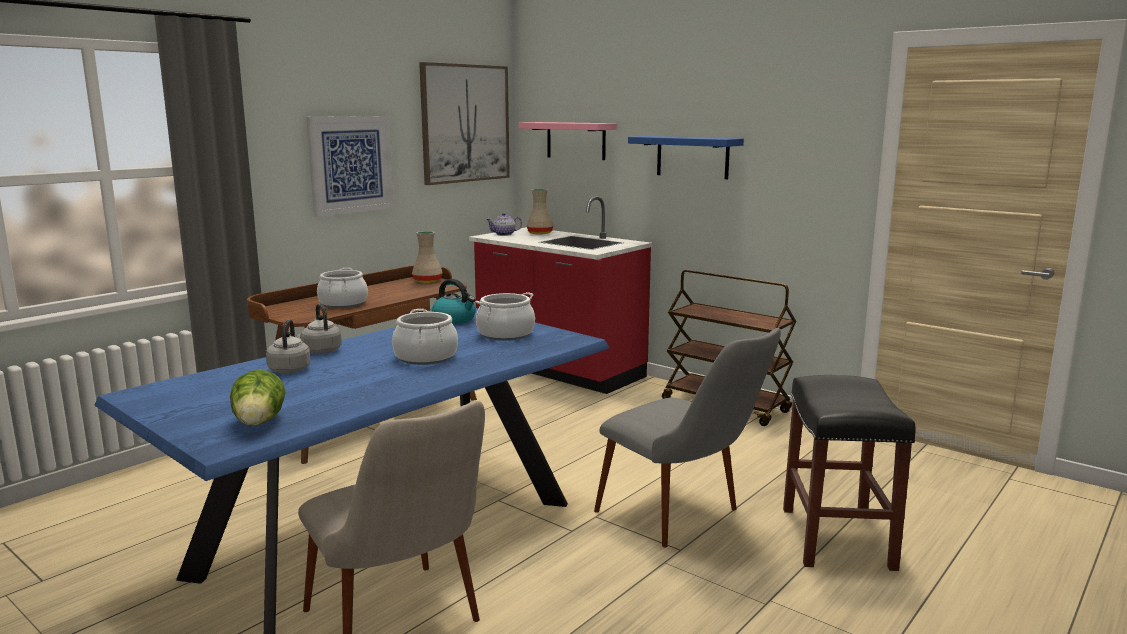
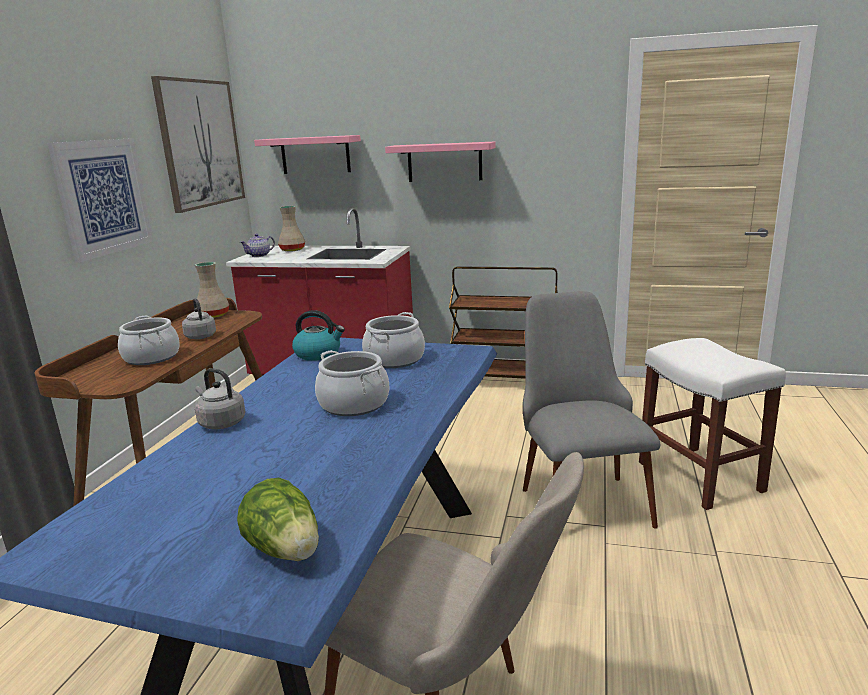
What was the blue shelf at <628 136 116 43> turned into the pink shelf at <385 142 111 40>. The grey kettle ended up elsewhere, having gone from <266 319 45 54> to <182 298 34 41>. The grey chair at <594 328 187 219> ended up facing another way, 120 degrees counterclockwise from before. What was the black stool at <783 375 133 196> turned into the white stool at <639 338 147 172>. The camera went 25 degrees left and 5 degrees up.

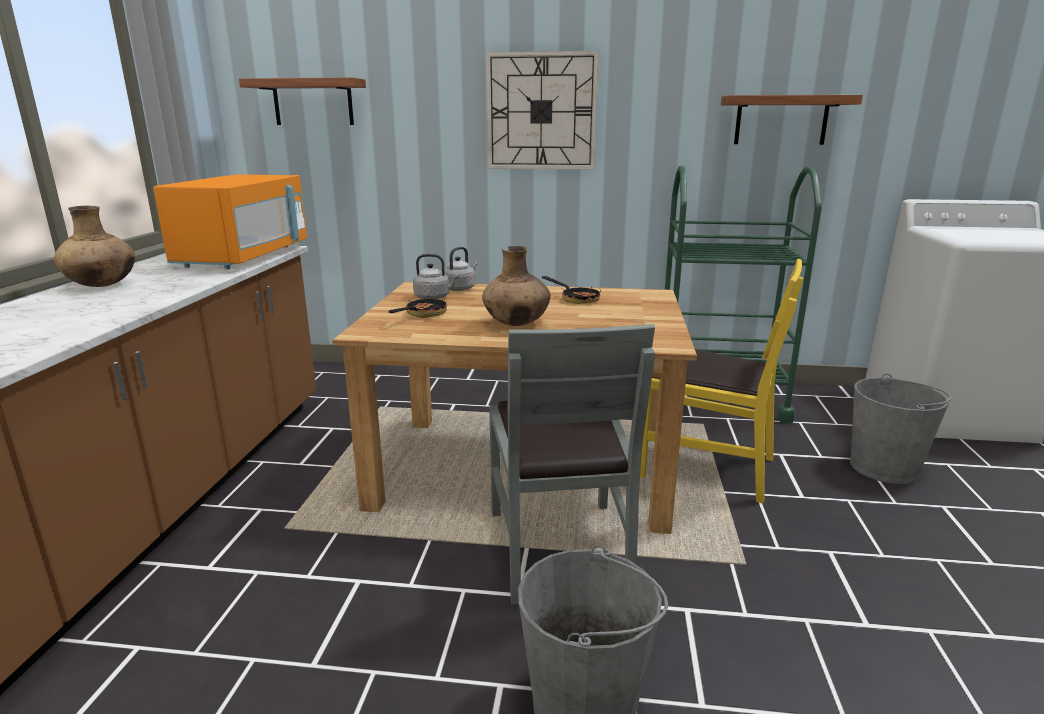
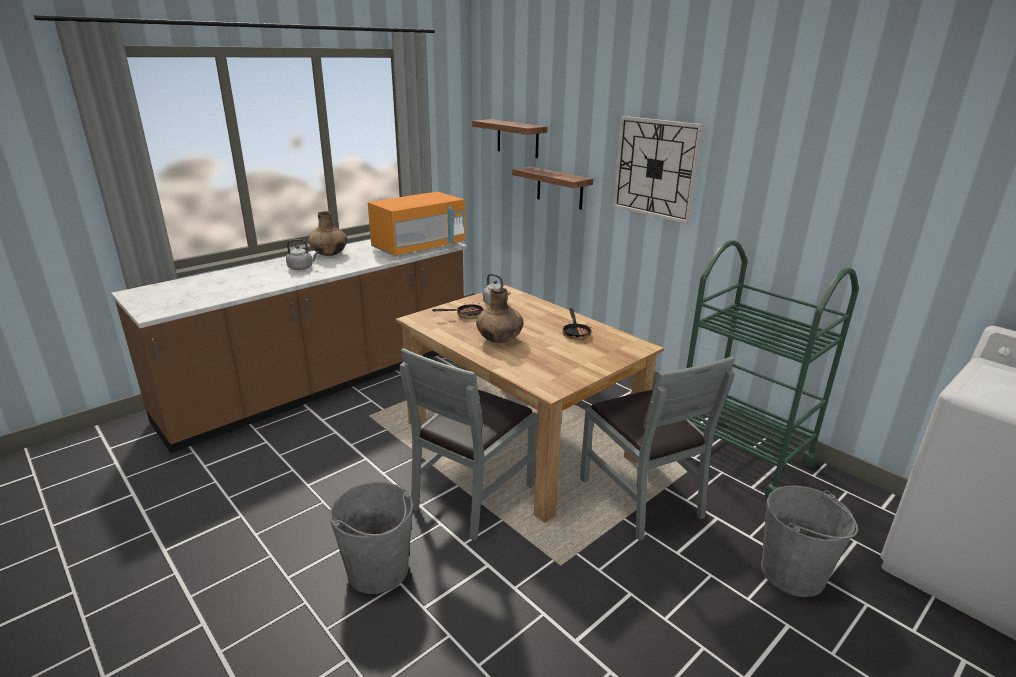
The shelf ended up elsewhere, having gone from <721 95 142 50> to <512 166 81 44>. The grey kettle ended up elsewhere, having gone from <445 247 33 44> to <286 239 32 31>. What was the yellow chair at <640 259 163 244> turned into the grey chair at <580 356 155 185>. The camera went 40 degrees right and 5 degrees up.

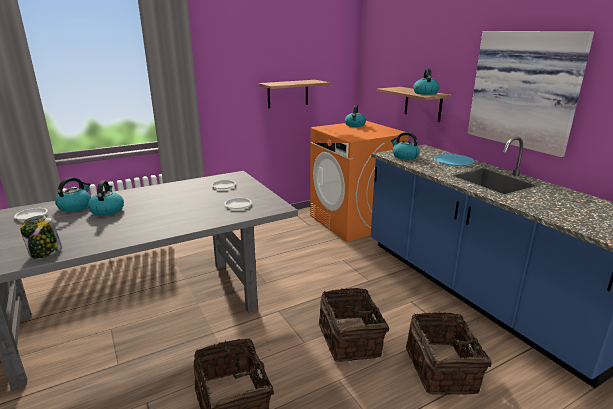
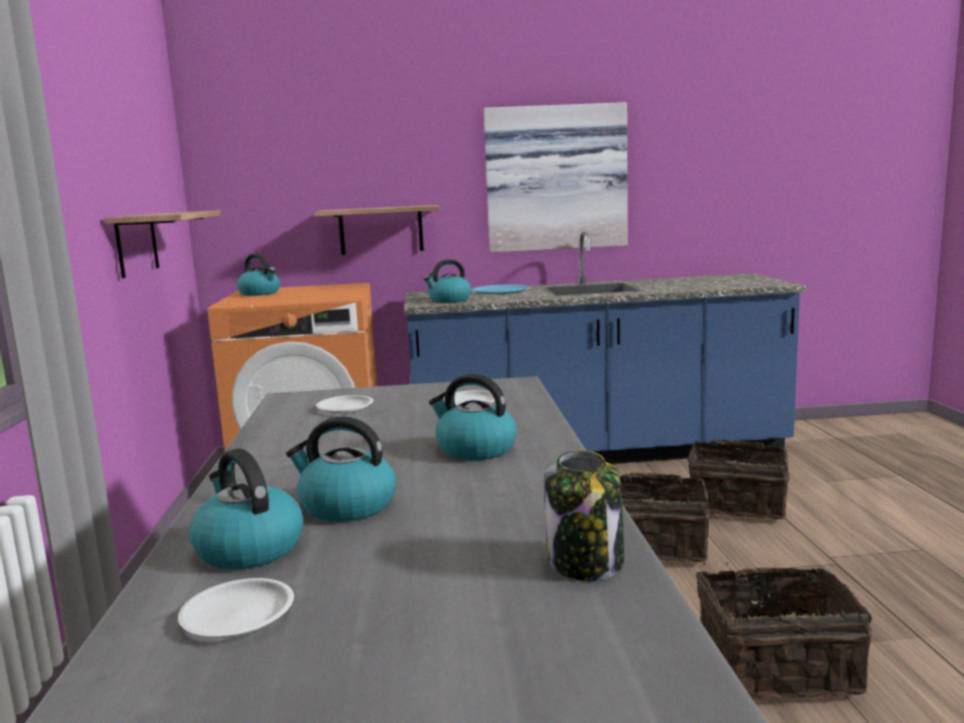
The kettle ended up elsewhere, having gone from <413 68 27 27> to <429 374 88 86>. The camera went 65 degrees left and 10 degrees down.

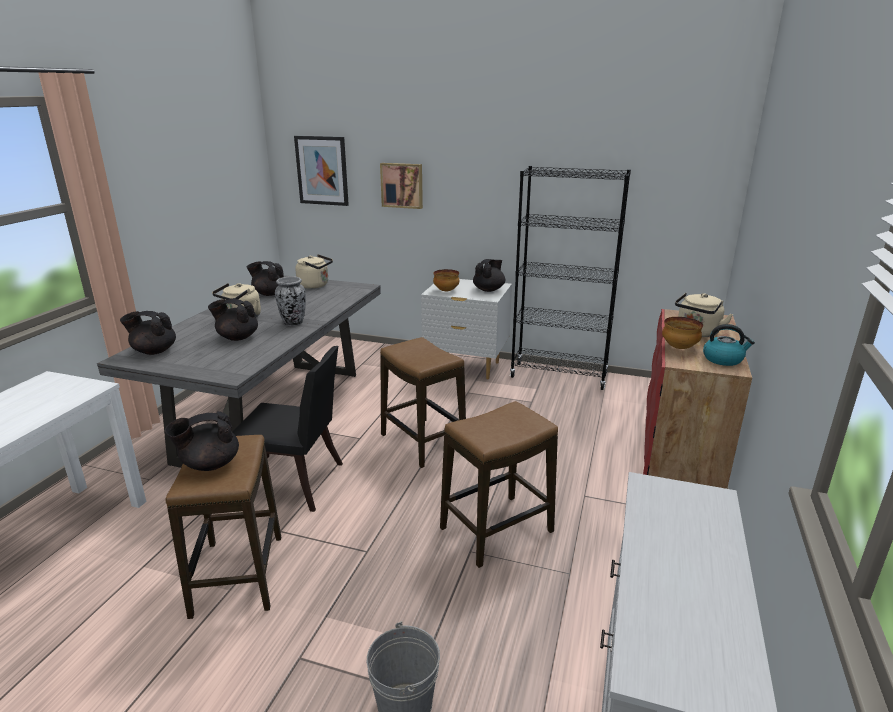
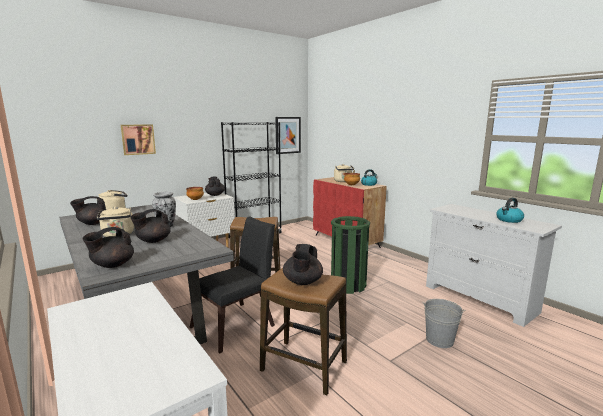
The picture ended up elsewhere, having gone from <294 136 55 70> to <275 117 26 37>. Where the stool stood at <440 401 118 167>, the green trash can came to stand at <331 216 39 78>. The second view gained the kettle at <496 198 28 25>. The camera went 55 degrees left and 10 degrees down.

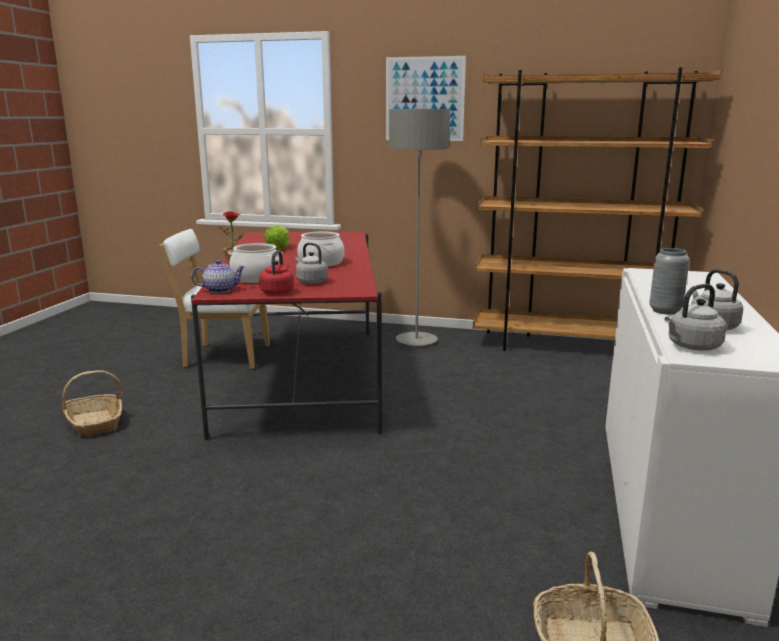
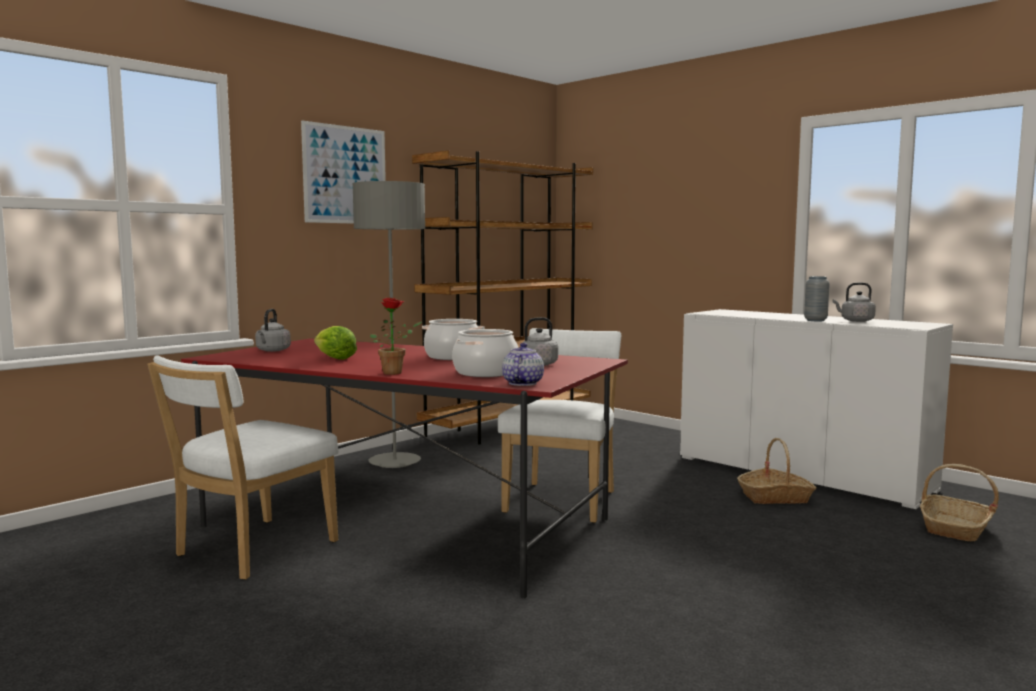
The second view lost the red kettle at <259 250 35 45>. The grey kettle ended up elsewhere, having gone from <665 284 62 66> to <255 309 36 43>. The basket ended up elsewhere, having gone from <62 371 60 66> to <737 438 80 66>. The second view gained the white chair at <498 328 123 195>. The camera went 60 degrees left and 10 degrees down.

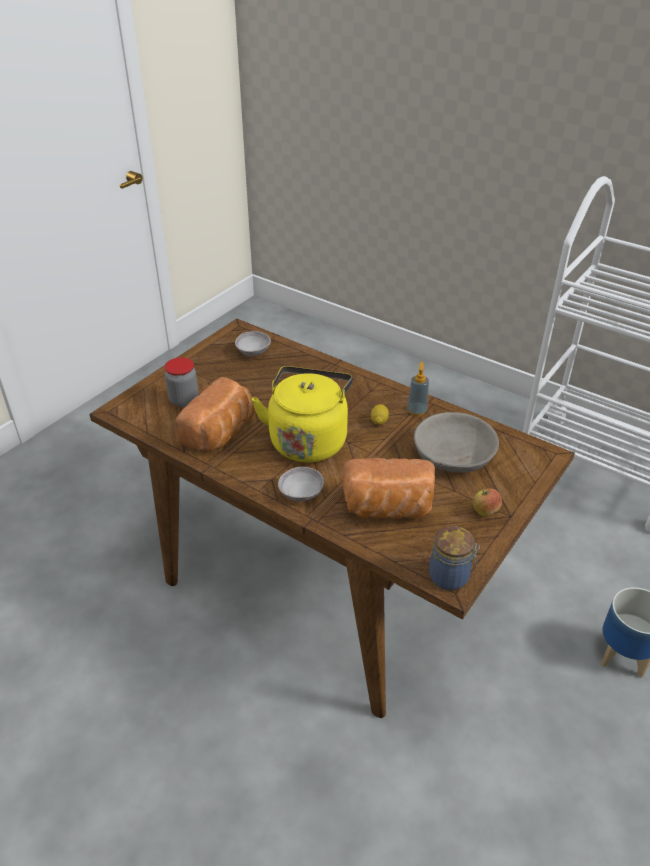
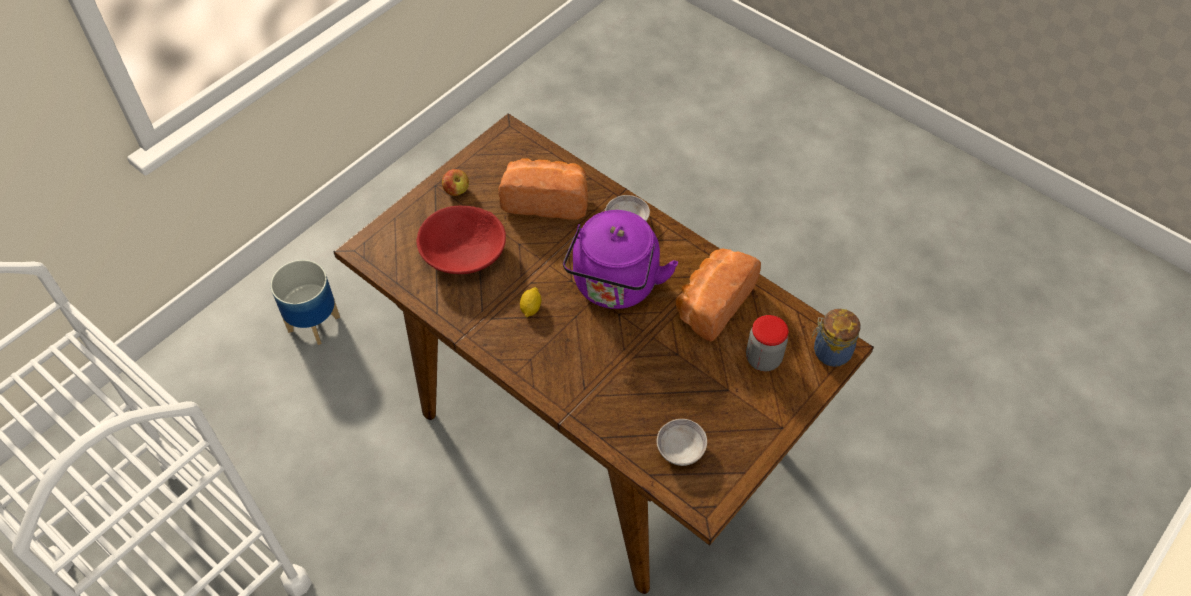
The second view lost the soap dispenser at <407 362 22 54>. What was the yellow kettle at <252 366 101 97> turned into the purple kettle at <563 210 115 99>. What was the grey bowl at <414 412 85 61> turned into the red bowl at <417 206 89 68>. The jar ended up elsewhere, having gone from <429 526 51 65> to <812 309 49 58>. The camera went 175 degrees left and 15 degrees up.

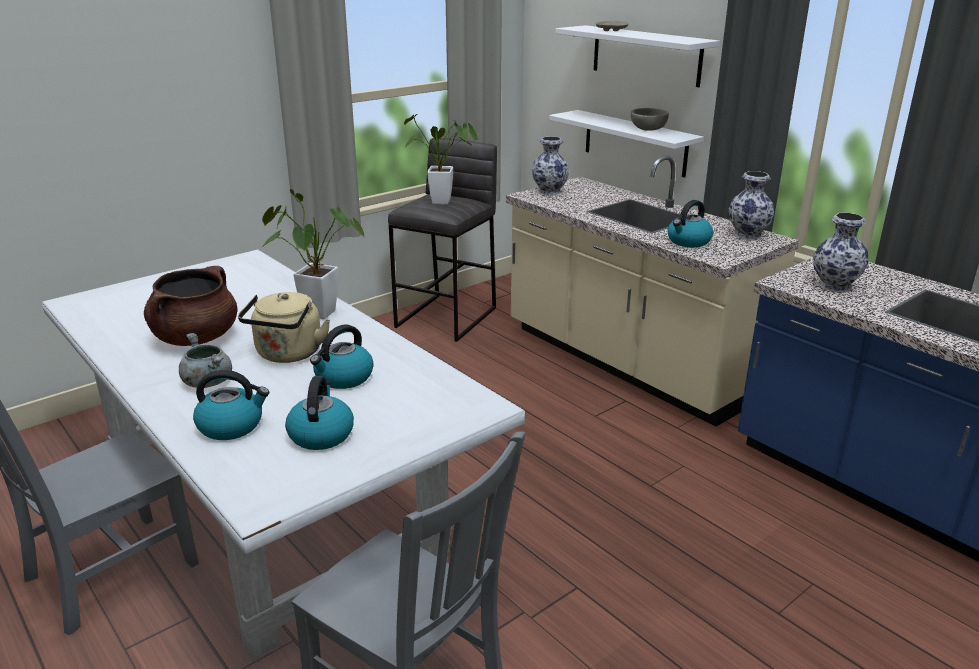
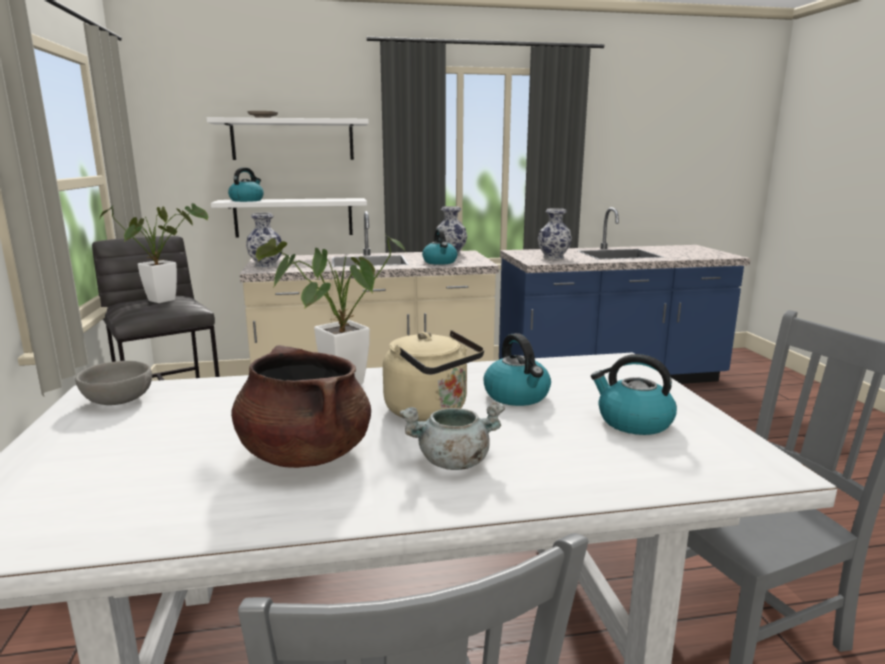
The grey bowl ended up elsewhere, having gone from <631 108 38 23> to <75 361 77 44>. The kettle ended up elsewhere, having gone from <193 370 76 70> to <228 167 36 35>. The camera went 60 degrees left and 10 degrees down.

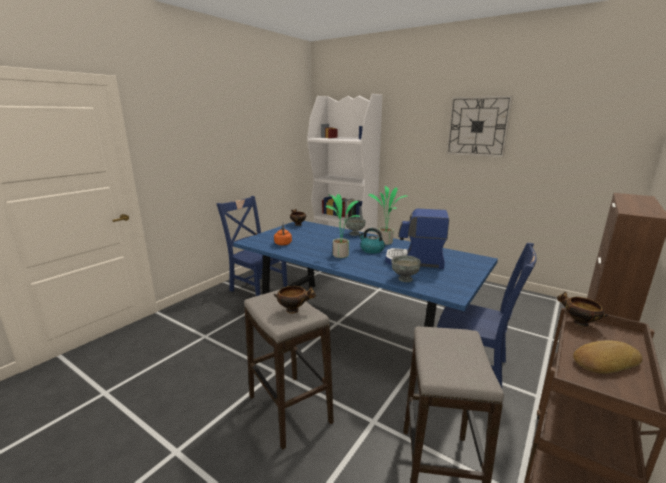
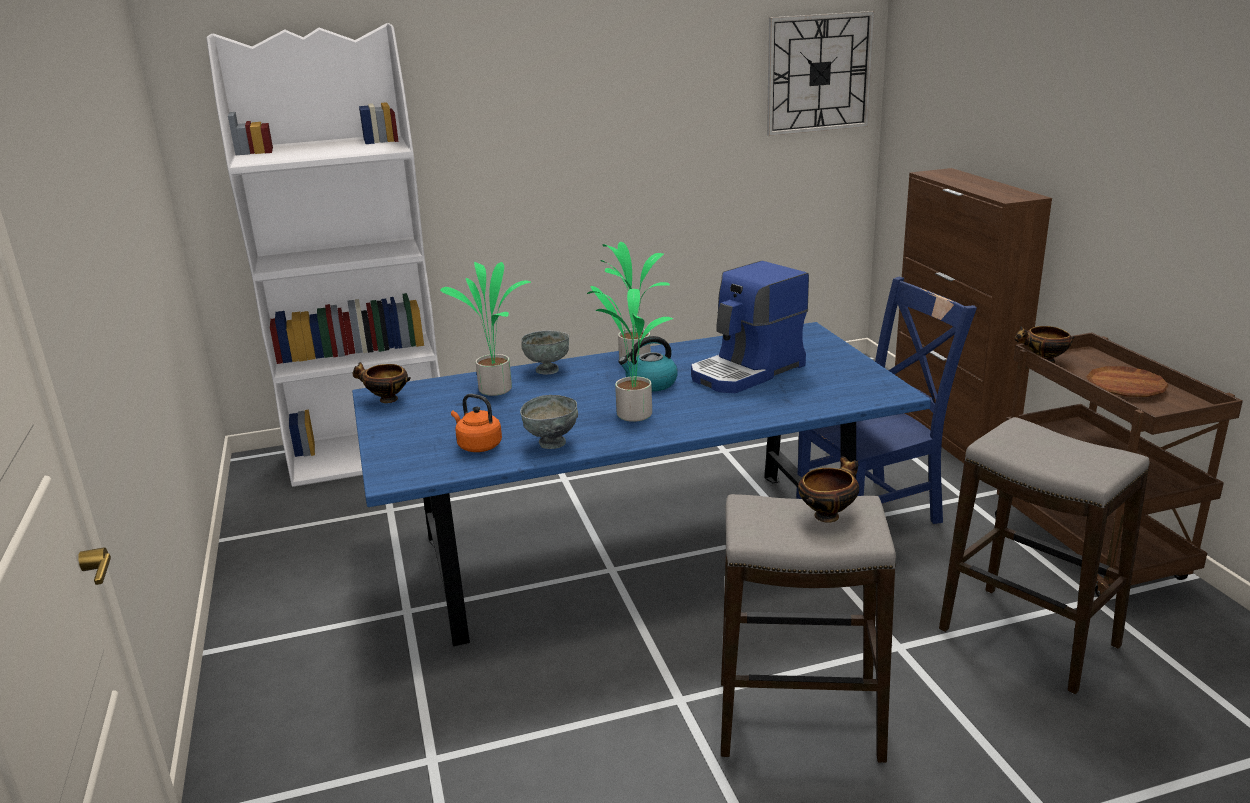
The wall clock ended up elsewhere, having gone from <446 95 67 62> to <767 11 108 125>. The second view lost the blue chair at <216 196 72 100>. The grey bowl ended up elsewhere, having gone from <391 256 30 26> to <520 395 58 54>. Where the bread stood at <573 341 69 33>, the brown plate came to stand at <1086 366 83 31>. The second view gained the potted plant at <440 262 91 134>. The camera went 50 degrees left and 5 degrees up.

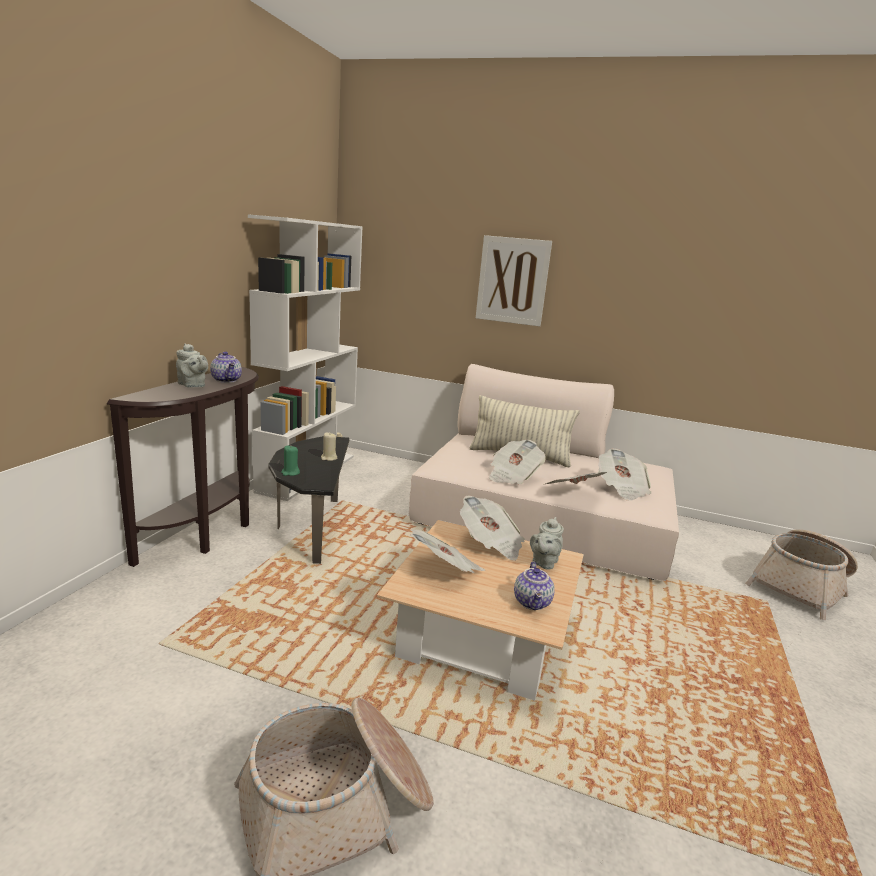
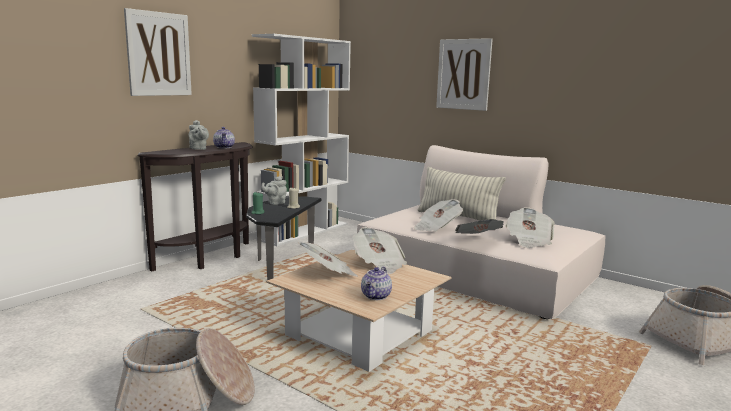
The grey teapot ended up elsewhere, having gone from <530 517 34 53> to <262 176 25 29>. The second view gained the picture at <124 8 68 88>. The camera went 20 degrees right and 5 degrees down.

